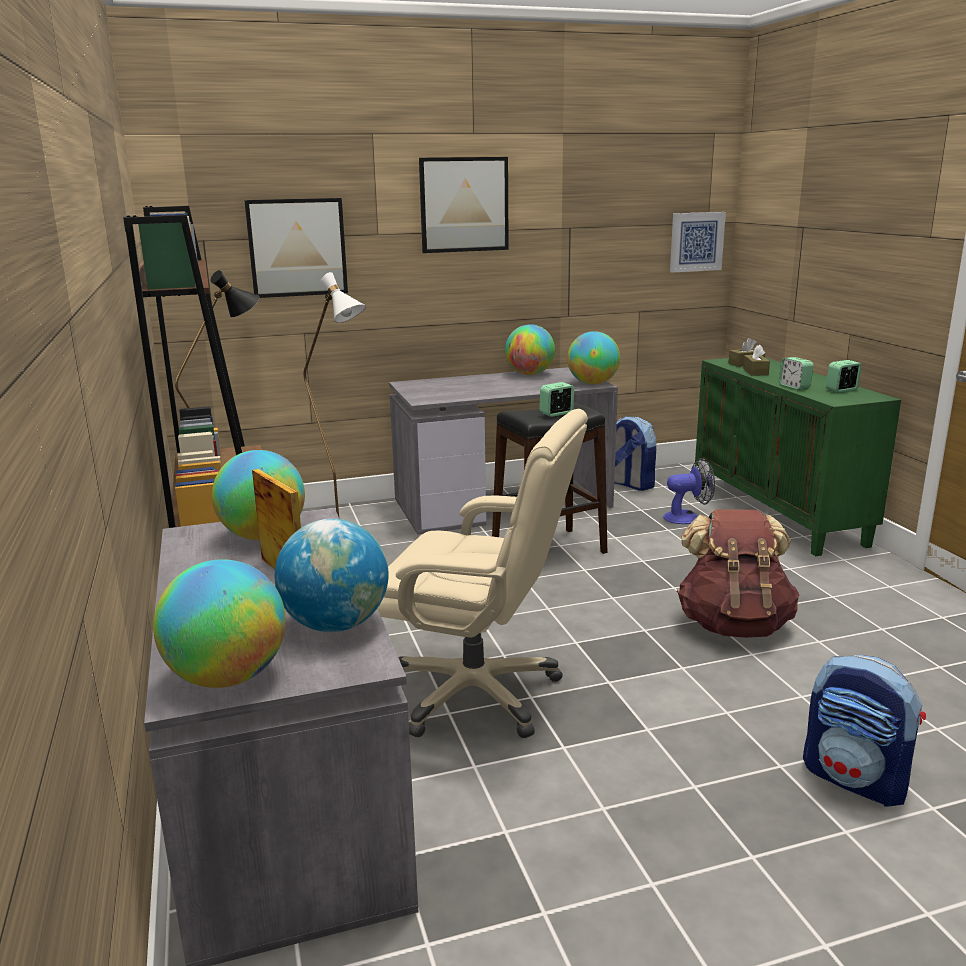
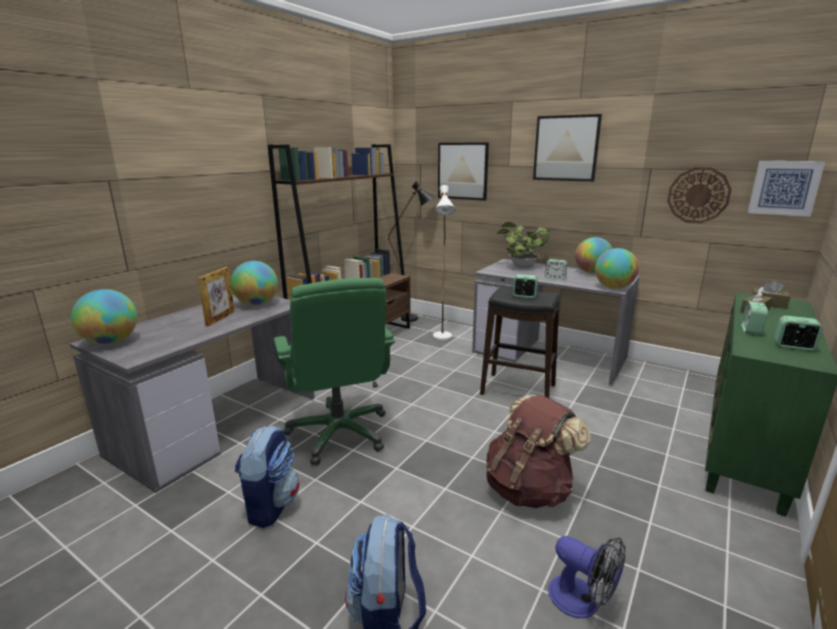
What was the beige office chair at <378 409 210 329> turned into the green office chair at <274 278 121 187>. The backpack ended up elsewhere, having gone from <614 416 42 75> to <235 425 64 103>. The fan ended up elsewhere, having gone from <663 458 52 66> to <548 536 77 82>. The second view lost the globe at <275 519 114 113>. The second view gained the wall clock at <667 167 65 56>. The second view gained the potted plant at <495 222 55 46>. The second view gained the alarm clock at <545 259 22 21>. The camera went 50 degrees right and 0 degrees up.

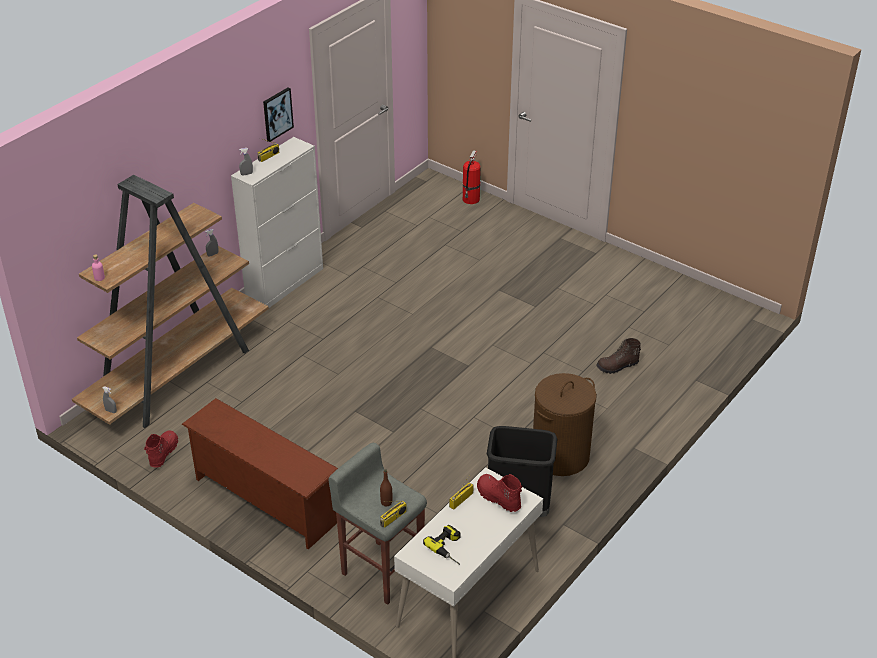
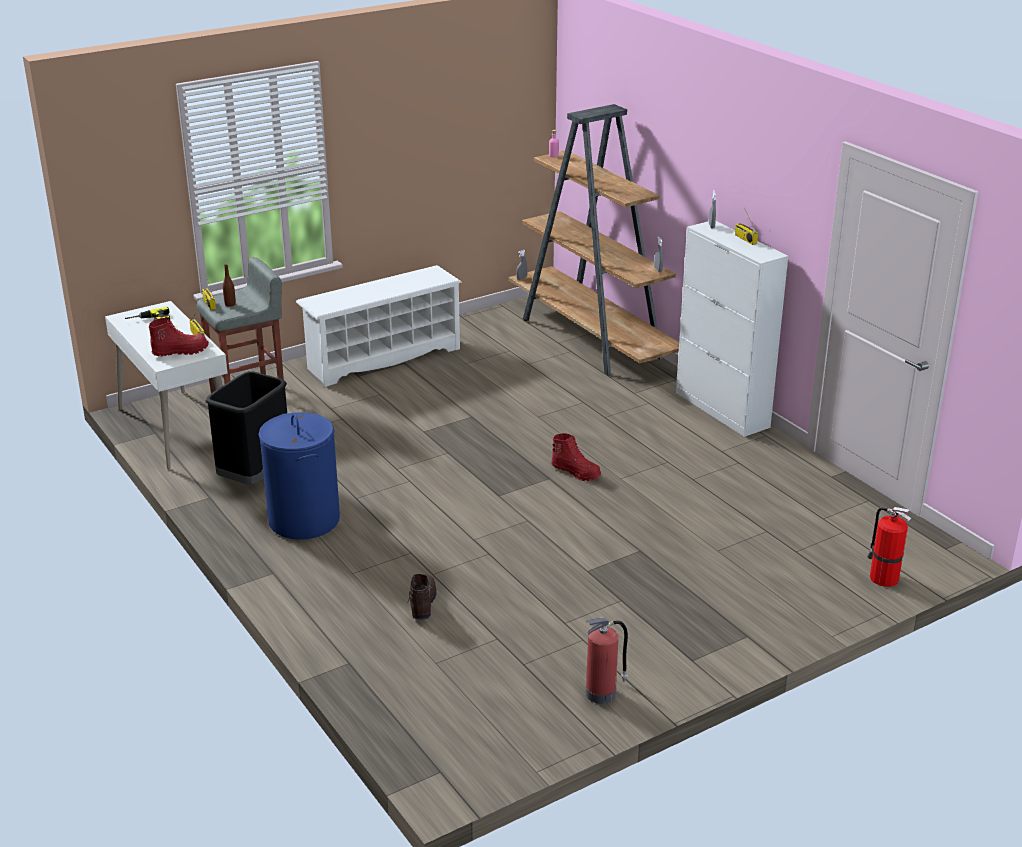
The second view lost the picture at <263 87 31 55>. What was the brown laundry basket at <533 373 64 103> turned into the blue laundry basket at <258 412 82 127>. What was the brown shoe rack at <182 398 156 151> turned into the white shoe rack at <296 265 166 122>. The red boot ended up elsewhere, having gone from <144 431 34 37> to <551 433 50 48>. The second view gained the fire extinguisher at <586 617 42 87>. The camera went 110 degrees right and 10 degrees down.

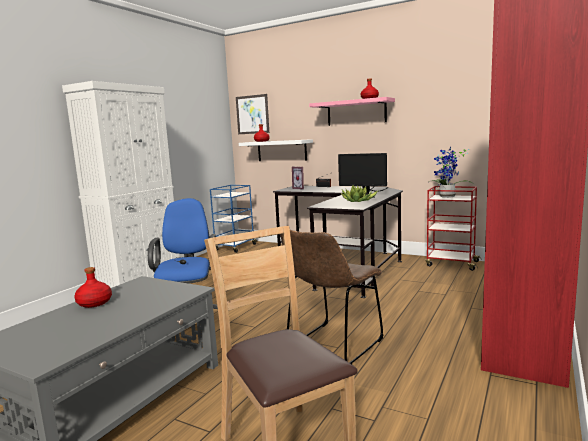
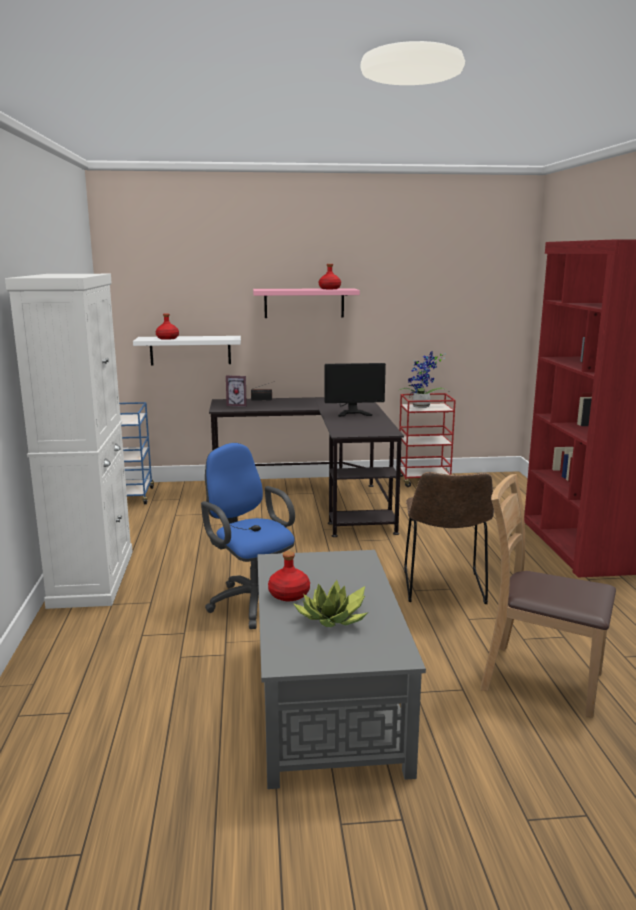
The second view lost the picture at <236 94 33 40>. The potted plant ended up elsewhere, having gone from <341 185 37 17> to <293 580 75 47>. The camera went 35 degrees left and 5 degrees up.

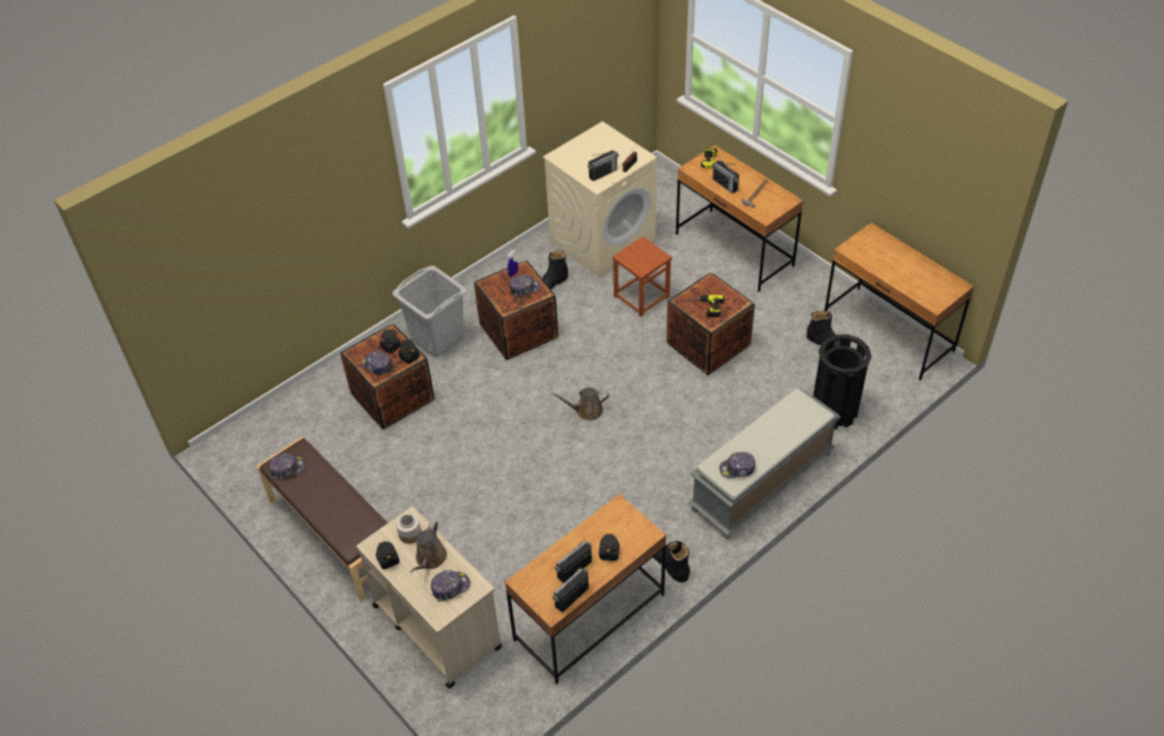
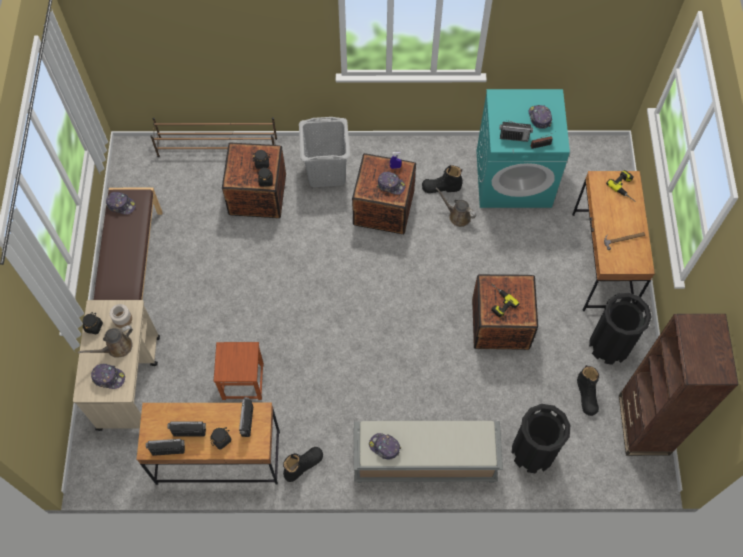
What was the beige washing machine at <543 121 114 156> turned into the turquoise washing machine at <476 89 94 119>. The radio ended up elsewhere, having gone from <712 156 27 38> to <239 397 14 40>. Where the brown desk stood at <824 223 150 158>, the brown bookcase came to stand at <619 314 120 142>. The brown stool ended up elsewhere, having gone from <612 237 60 80> to <214 342 50 58>. The cap ended up elsewhere, having gone from <361 351 32 24> to <529 105 23 24>. The brown watering can ended up elsewhere, having gone from <552 387 57 34> to <436 187 41 40>. The black boot at <653 541 37 41> ended up facing another way, 45 degrees clockwise from before. The second view gained the brown shoe rack at <150 117 127 40>. The second view gained the black trash can at <589 293 62 72>. The camera went 40 degrees right and 15 degrees up.

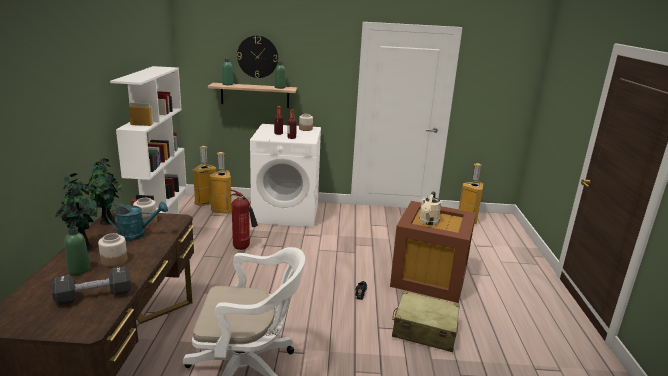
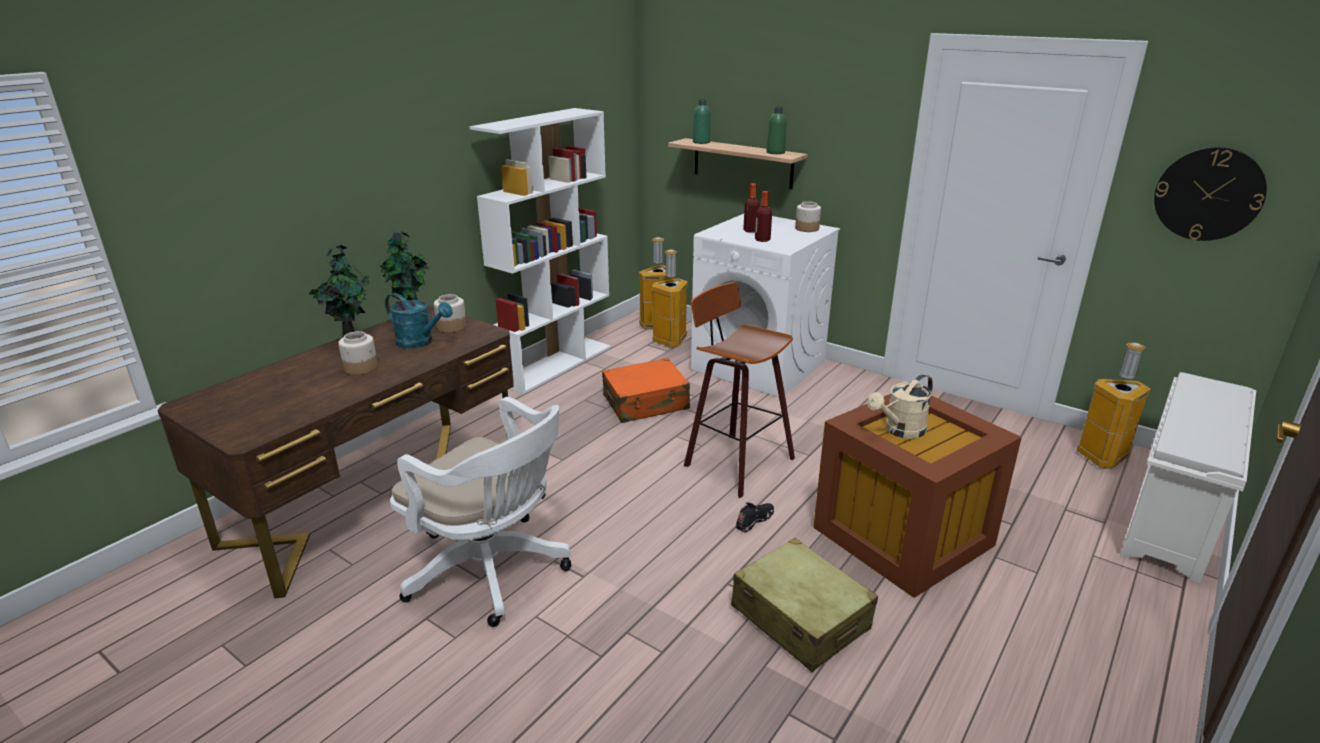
The wall clock ended up elsewhere, having gone from <237 36 41 42> to <1154 147 113 94>. Where the fire extinguisher stood at <230 190 28 60>, the orange suitcase came to stand at <602 358 88 65>. The second view lost the green bottle at <64 226 27 49>. The second view lost the black dumbbell at <51 266 80 39>. The second view gained the stool at <684 282 111 216>. The second view gained the white shoe rack at <1120 372 136 212>. The camera went 35 degrees right and 5 degrees up.

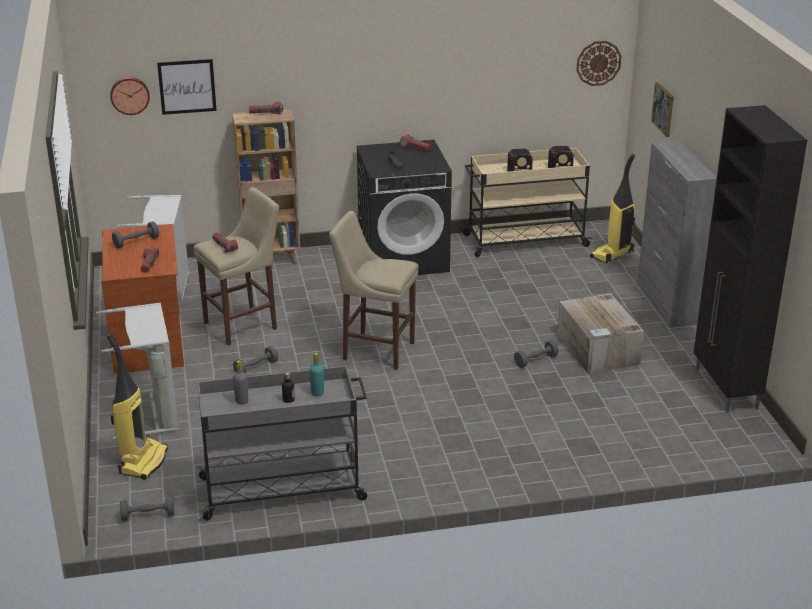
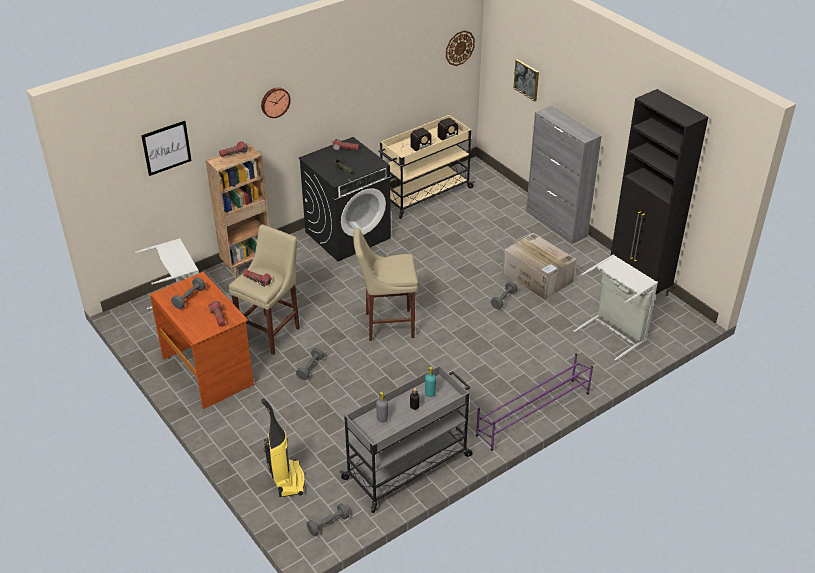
The wall clock ended up elsewhere, having gone from <110 77 40 38> to <261 87 30 31>. The second view lost the vacuum cleaner at <590 154 45 109>. The grey laundry basket ended up elsewhere, having gone from <96 303 83 136> to <574 254 84 107>. The second view gained the purple shoe rack at <476 353 117 98>. The camera went 25 degrees left and 10 degrees up.

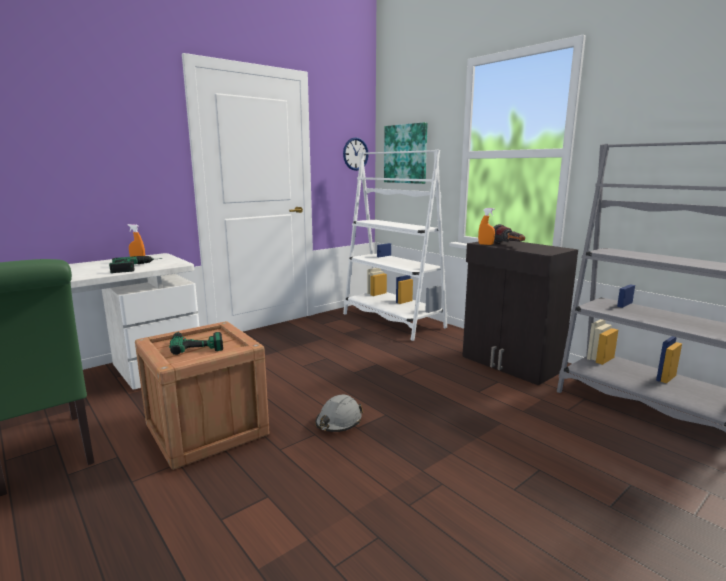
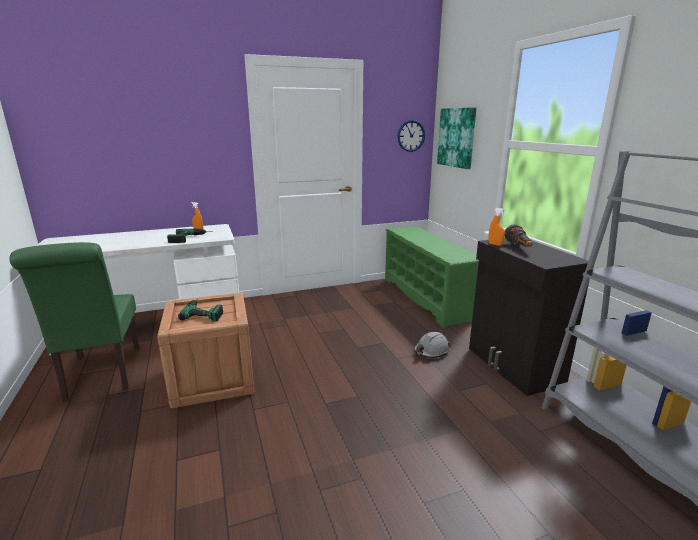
Where the white bookcase stood at <343 150 105 191>, the green shoe rack came to stand at <385 226 94 102>. The grey hard hat ended up elsewhere, having gone from <315 394 48 38> to <414 332 37 26>. The camera went 20 degrees right and 5 degrees up.

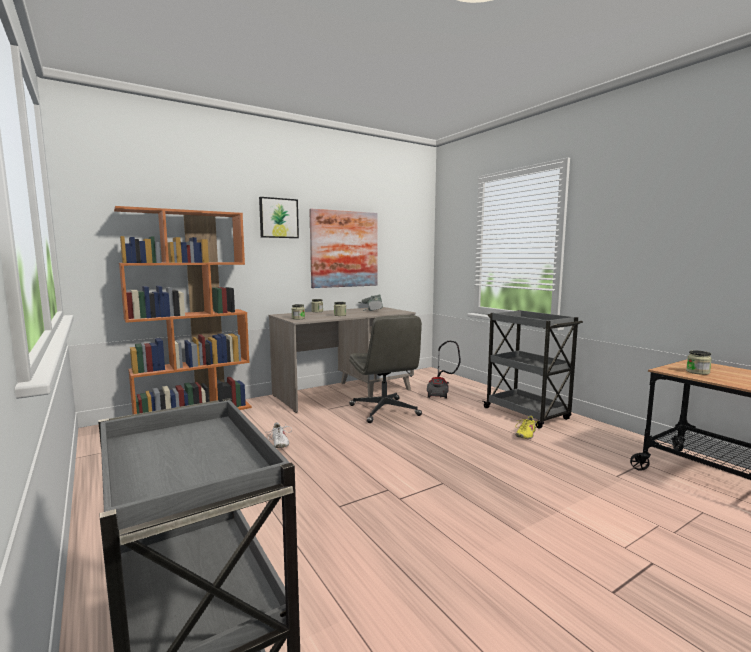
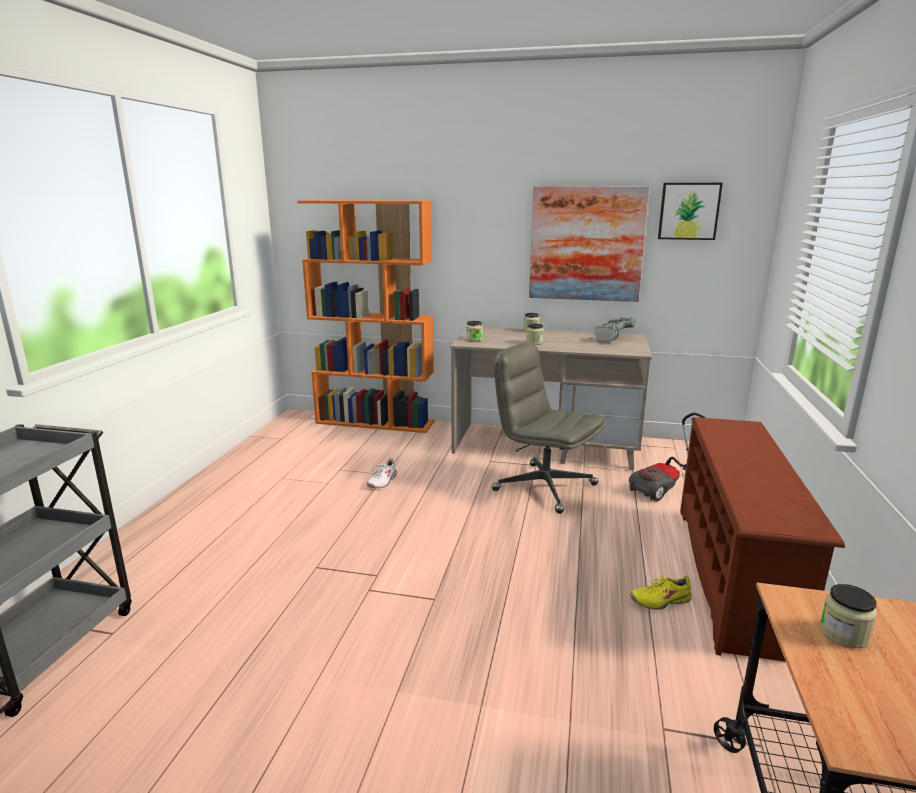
The picture ended up elsewhere, having gone from <259 197 40 41> to <658 183 65 57>. Where the grey cart stood at <483 310 100 119>, the brown shoe rack came to stand at <680 417 165 245>. The grey office chair at <349 315 73 108> ended up facing another way, 105 degrees clockwise from before. The camera went 45 degrees right and 10 degrees up.

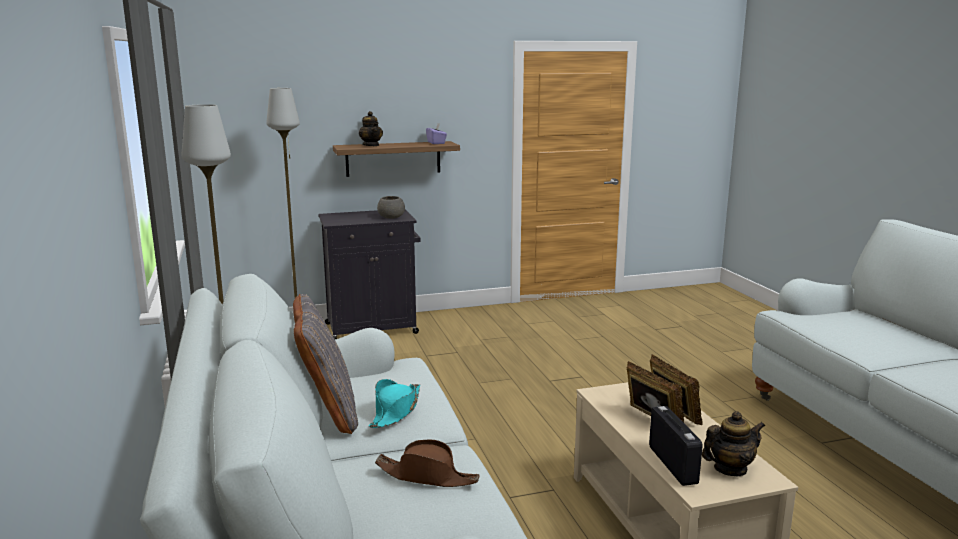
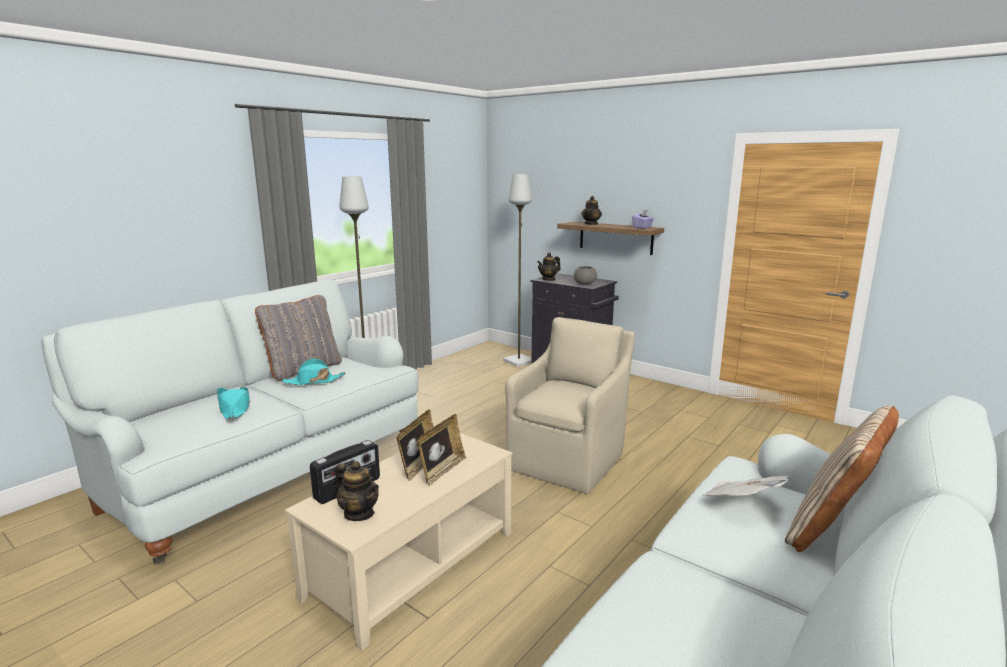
What was the brown hat at <375 439 105 48> turned into the turquoise hat at <216 387 34 33>. The second view gained the teapot at <537 252 24 29>. The second view gained the beige armchair at <505 317 130 177>. The second view gained the beige pillow at <785 406 114 146>. The second view gained the newspaper at <701 476 88 20>. The camera went 55 degrees right and 0 degrees up.

